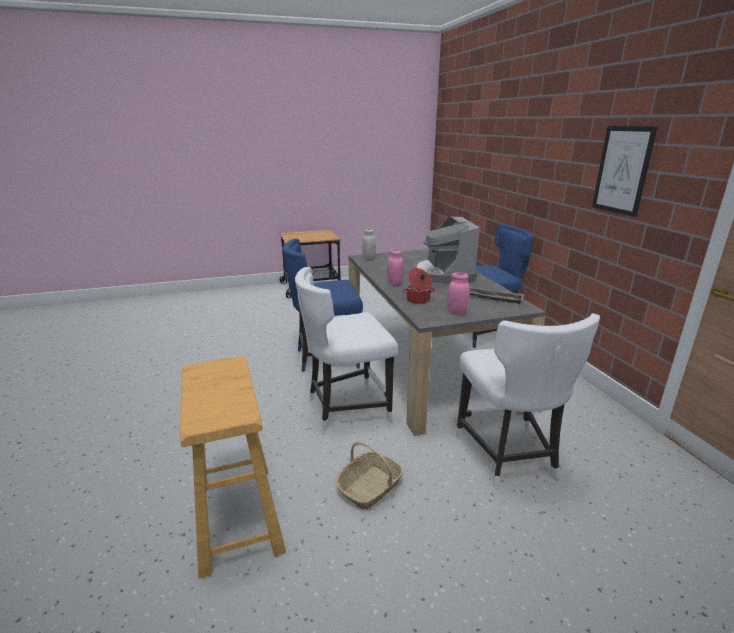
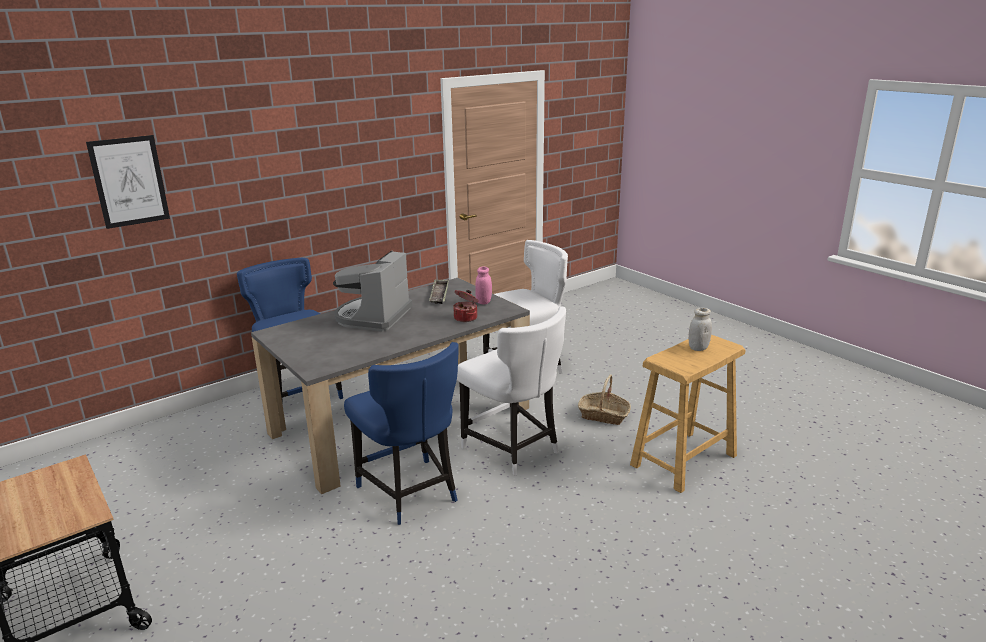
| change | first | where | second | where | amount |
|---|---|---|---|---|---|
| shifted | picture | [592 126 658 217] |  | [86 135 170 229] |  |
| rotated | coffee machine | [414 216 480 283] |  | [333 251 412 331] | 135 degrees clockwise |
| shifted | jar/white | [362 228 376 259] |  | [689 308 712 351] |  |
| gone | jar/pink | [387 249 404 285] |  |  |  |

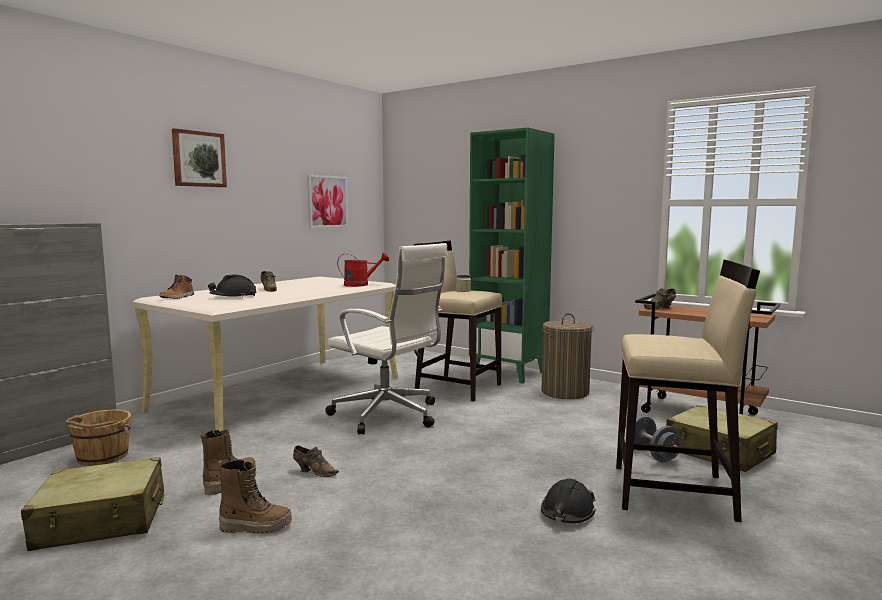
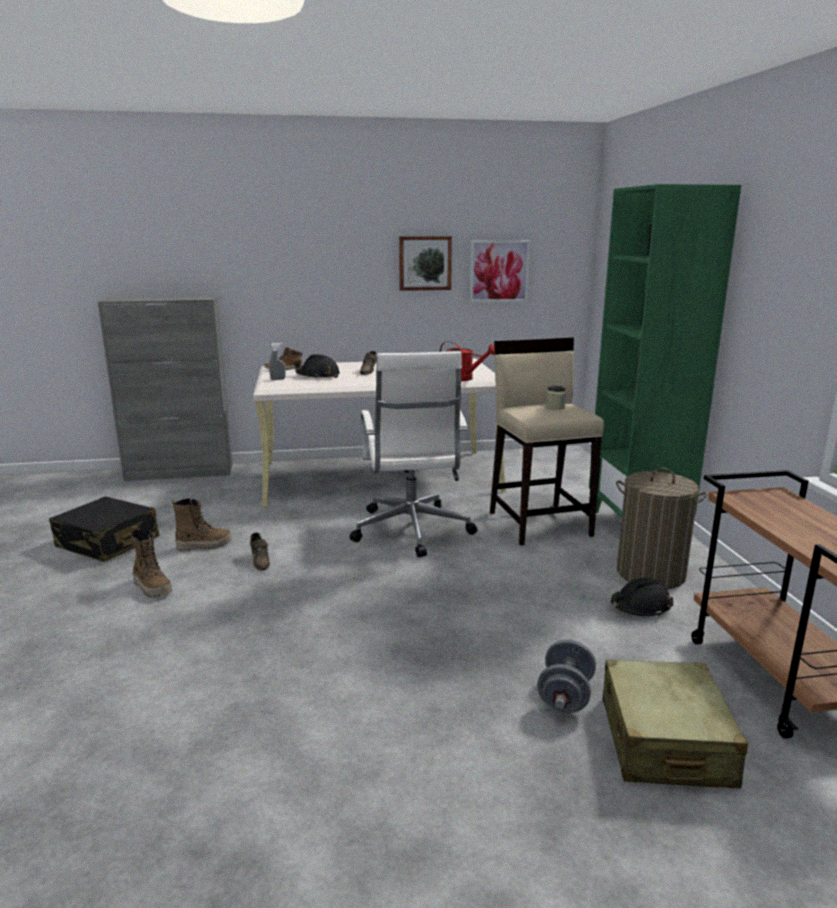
| change | first | where | second | where | amount |
|---|---|---|---|---|---|
| repainted | suitcase/beige | [21 457 164 551] | suitcase/black | [49 496 160 562] |  |
| new |  |  | spray bottle/grey | [269 343 286 380] |  |
| shifted | picture | [172 128 227 187] |  | [399 236 452 291] |  |
| shifted | hard hat/black | [541 479 596 523] |  | [611 578 673 617] |  |
| gone | bucket/brown | [65 410 131 466] |  |  |  |
| gone | stool/beige | [616 260 760 522] |  |  |  |
| gone | shoe/brown | [644 288 676 309] |  |  |  |

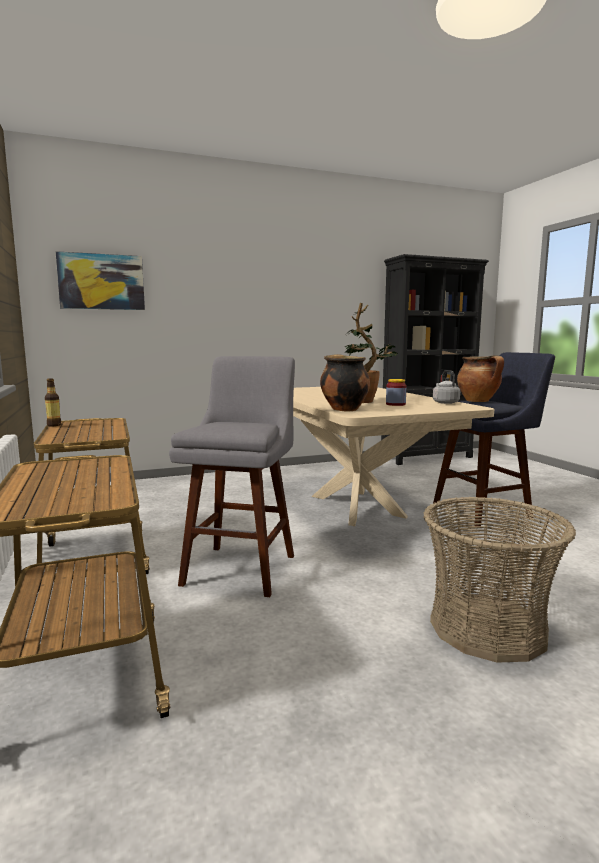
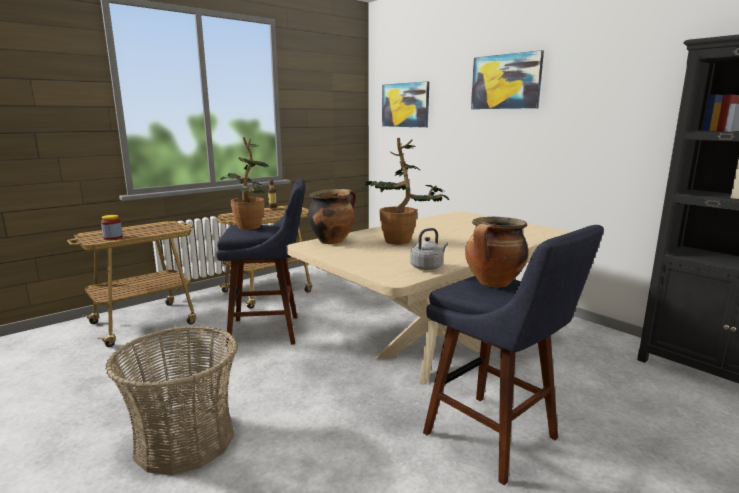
| change | first | where | second | where | amount |
|---|---|---|---|---|---|
| shifted | jar | [386 379 407 406] |  | [101 215 123 240] |  |
| repainted | stool/grey | [169 356 295 597] | stool/blue | [216 179 305 346] |  |
| new |  |  | potted plant | [220 137 269 230] |  |
| new |  |  | picture | [471 50 544 109] |  |

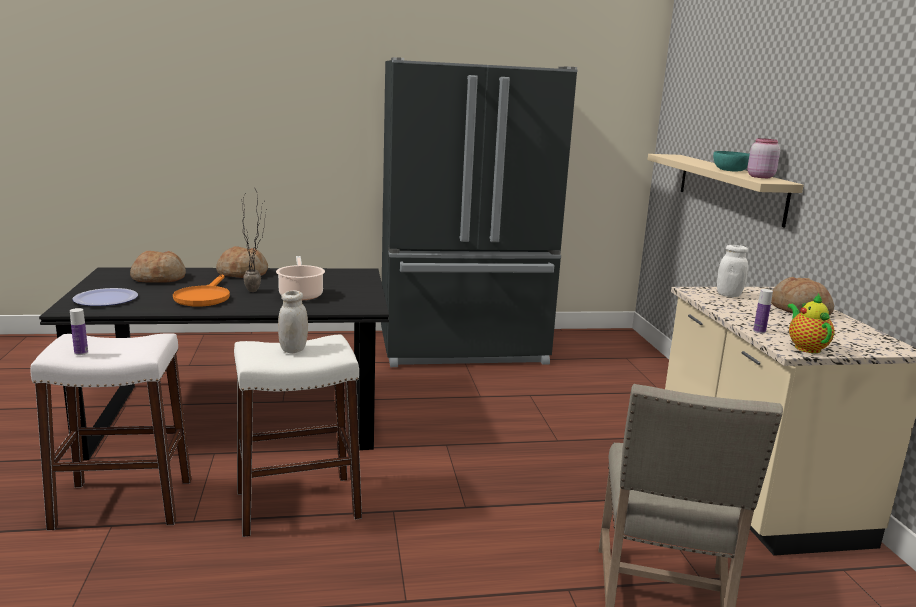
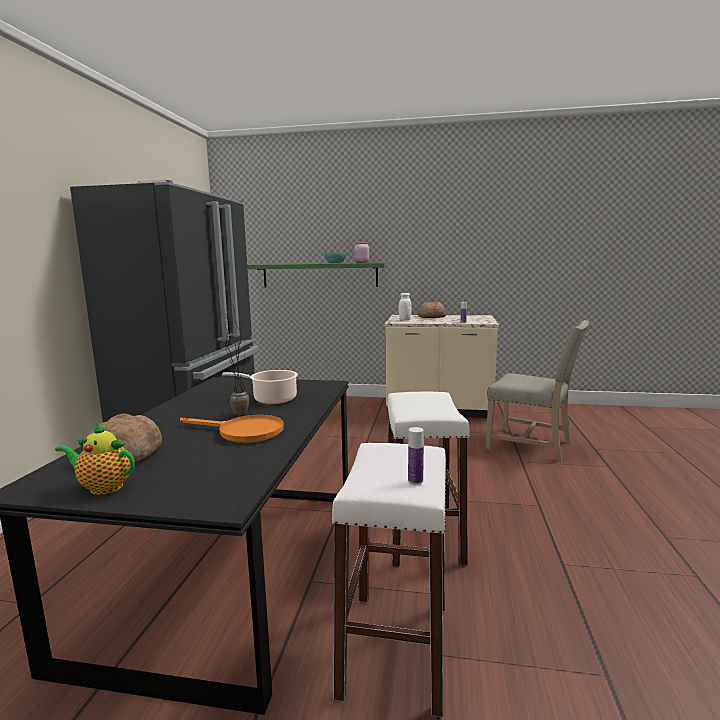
| change | first | where | second | where | amount |
|---|---|---|---|---|---|
| shifted | teapot | [787 293 835 353] |  | [55 422 135 495] |  |
| repainted | shelf/beige | [647 154 803 227] | shelf/green | [247 263 387 287] |  |
| gone | plate | [72 288 138 306] |  |  |  |
| gone | bread | [216 246 268 278] |  |  |  |
| gone | jar/white | [278 291 308 354] |  |  |  |

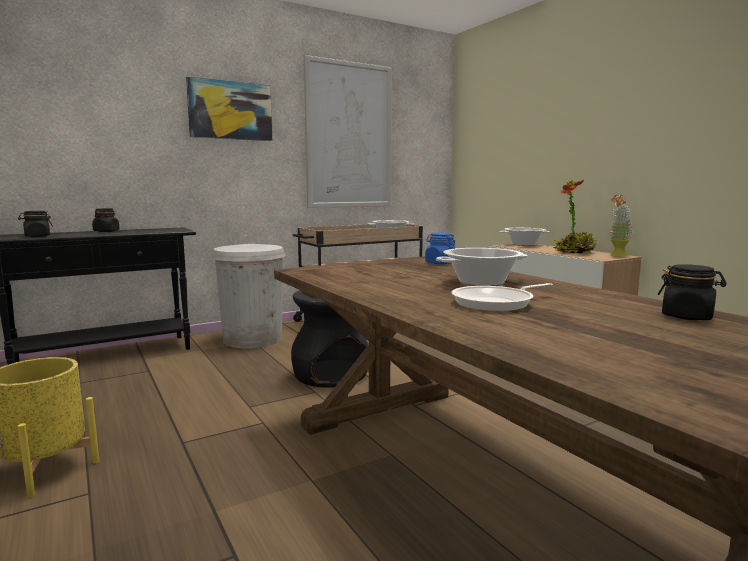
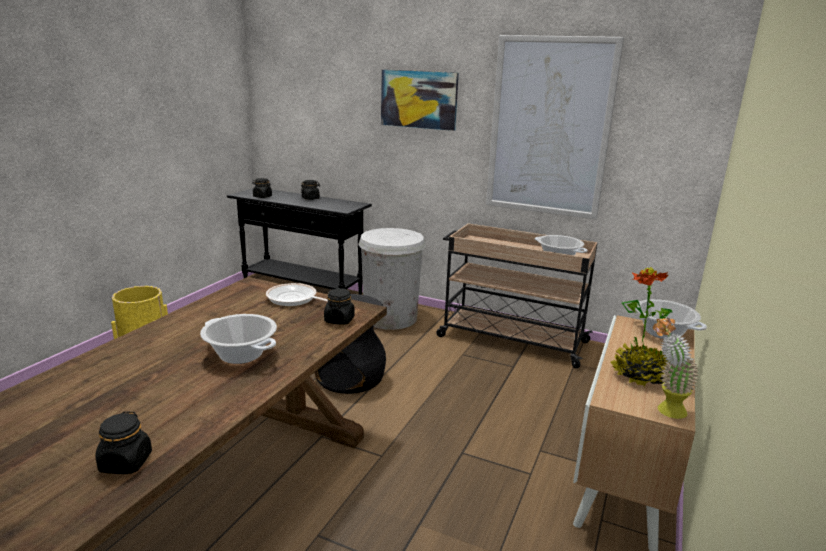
| change | first | where | second | where | amount |
|---|---|---|---|---|---|
| shifted | frying pan | [451 283 553 311] |  | [266 283 328 306] |  |
| repainted | jar/blue | [425 233 455 264] | jar/black | [324 288 355 325] |  |

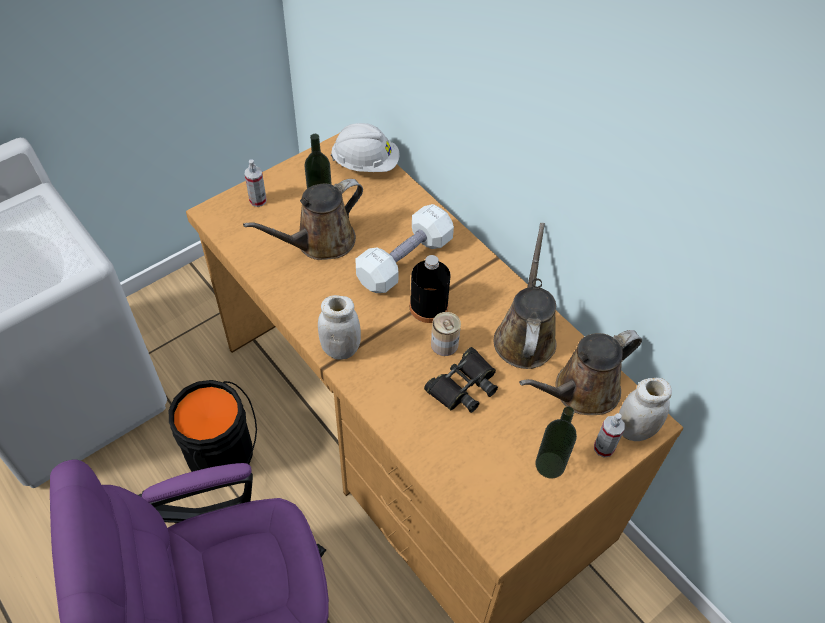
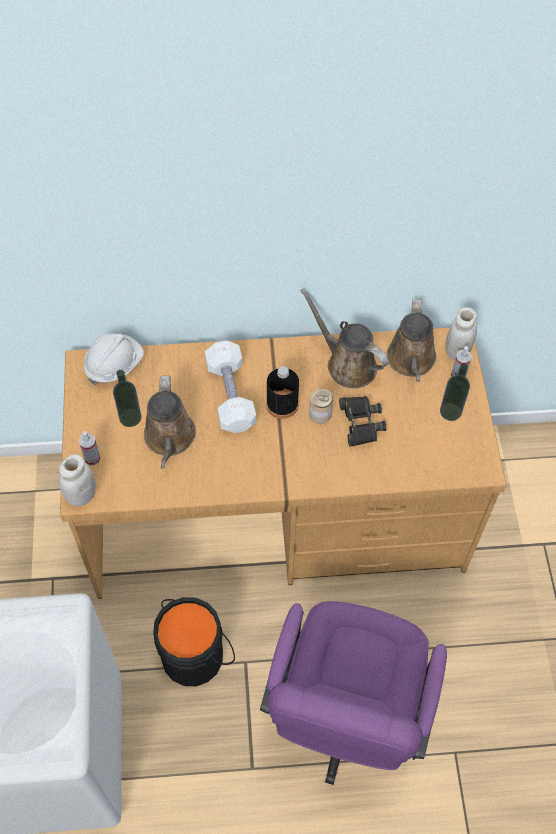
| change | first | where | second | where | amount |
|---|---|---|---|---|---|
| shifted | jar/white | [318 295 361 360] |  | [59 454 96 506] |  |

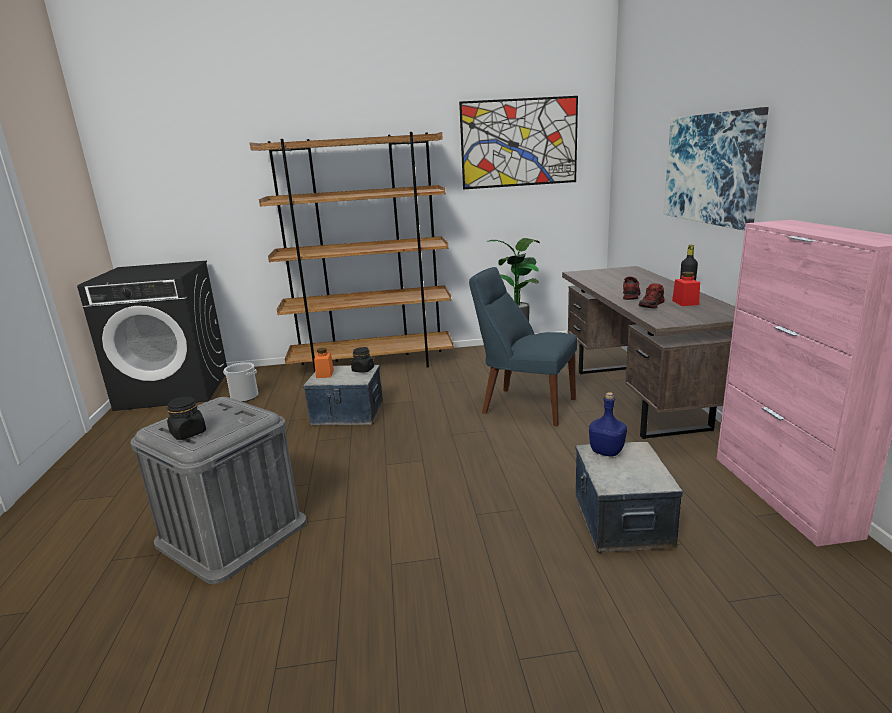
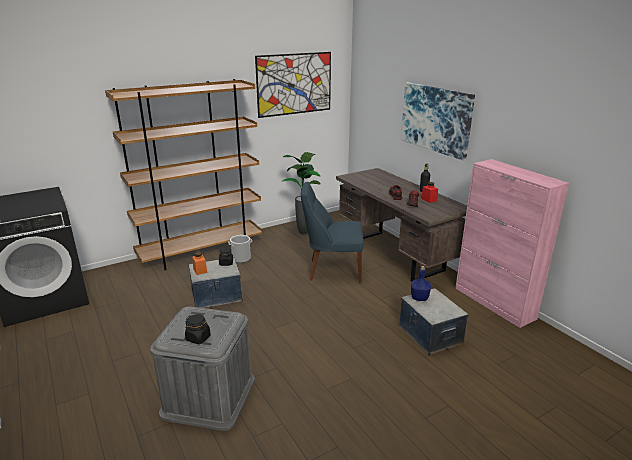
| change | first | where | second | where | amount |
|---|---|---|---|---|---|
| shifted | bucket | [223 362 258 402] |  | [228 235 252 263] |  |

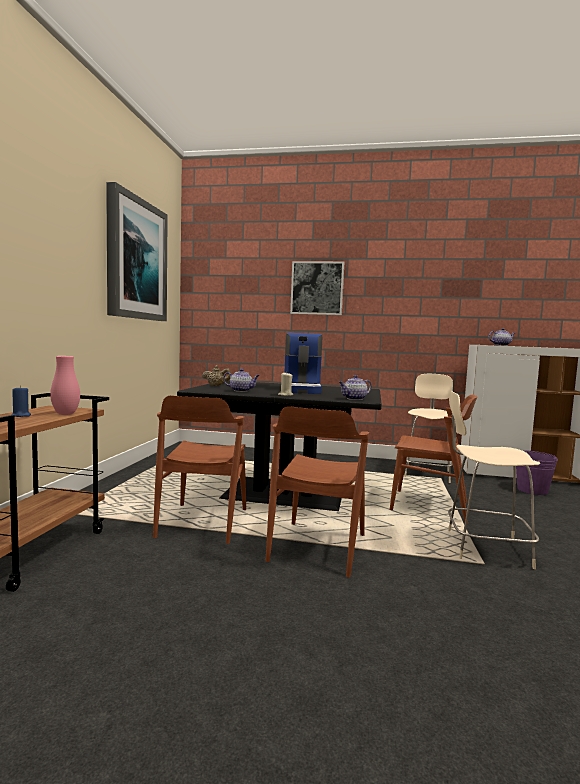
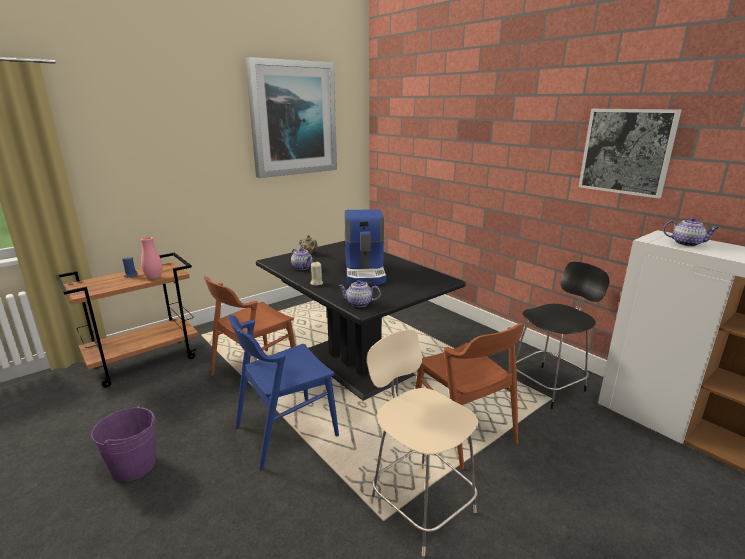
| change | first | where | second | where | amount |
|---|---|---|---|---|---|
| shifted | bucket/purple | [516 450 558 495] |  | [91 405 156 482] |  |
| repainted | chair/brown | [266 406 369 577] | chair/blue | [228 315 339 470] |  |
| rotated | coffee machine | [284 333 322 394] |  | [345 209 386 285] | 45 degrees counterclockwise |
| repainted | stool/beige | [404 374 453 483] | stool/black | [516 261 610 409] |  |
| shifted | picture | [290 261 345 315] |  | [579 109 682 199] |  |

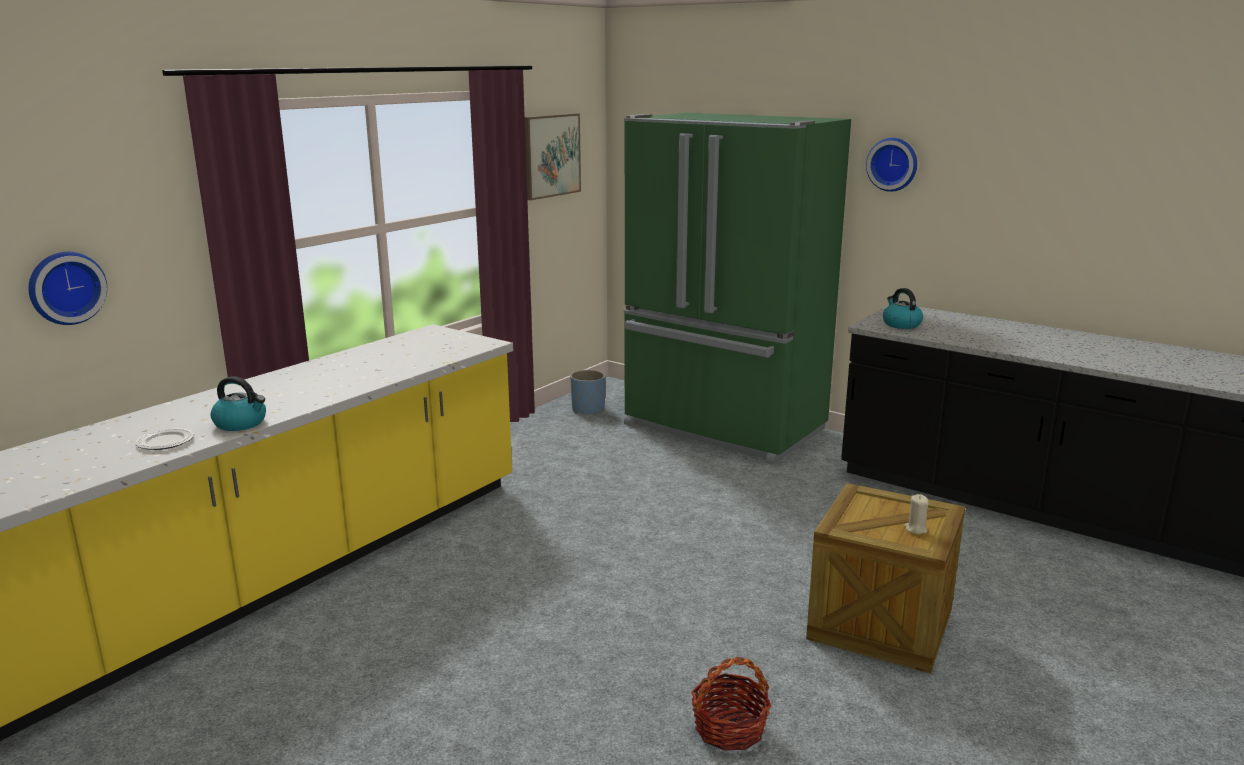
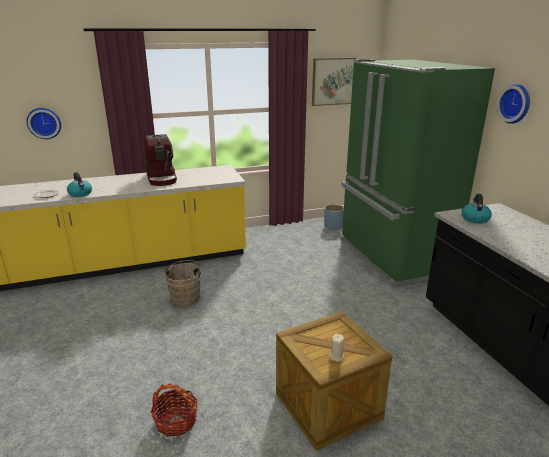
| change | first | where | second | where | amount |
|---|---|---|---|---|---|
| new |  |  | coffee machine | [144 134 177 186] |  |
| new |  |  | bucket/brown | [165 260 203 306] |  |

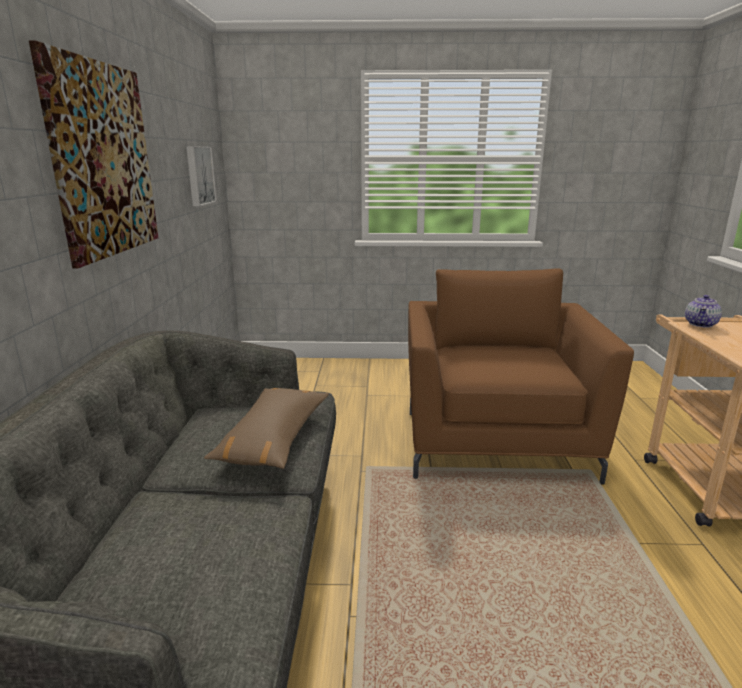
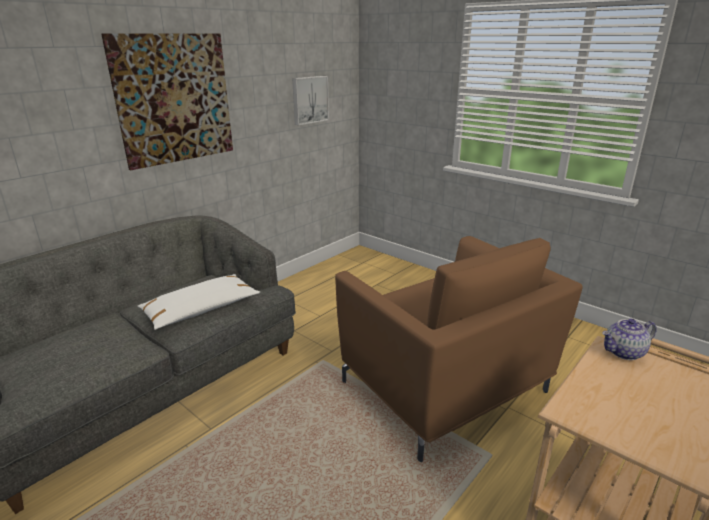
| change | first | where | second | where | amount |
|---|---|---|---|---|---|
| repainted | pillow/brown | [204 388 329 469] | pillow/white | [138 274 260 330] |  |
| rotated | armchair/brown | [408 268 634 485] |  | [335 236 583 462] | 105 degrees clockwise |

